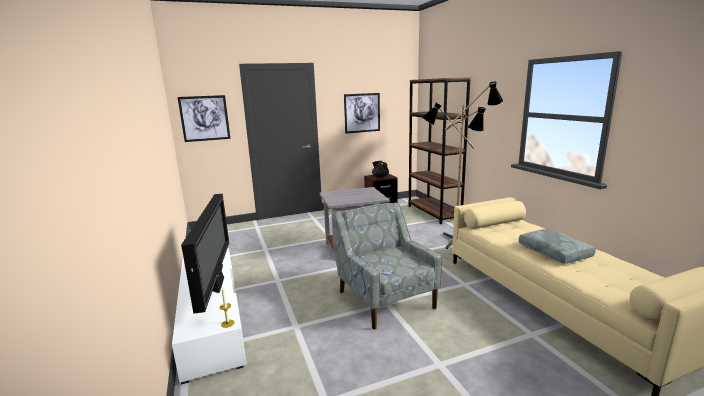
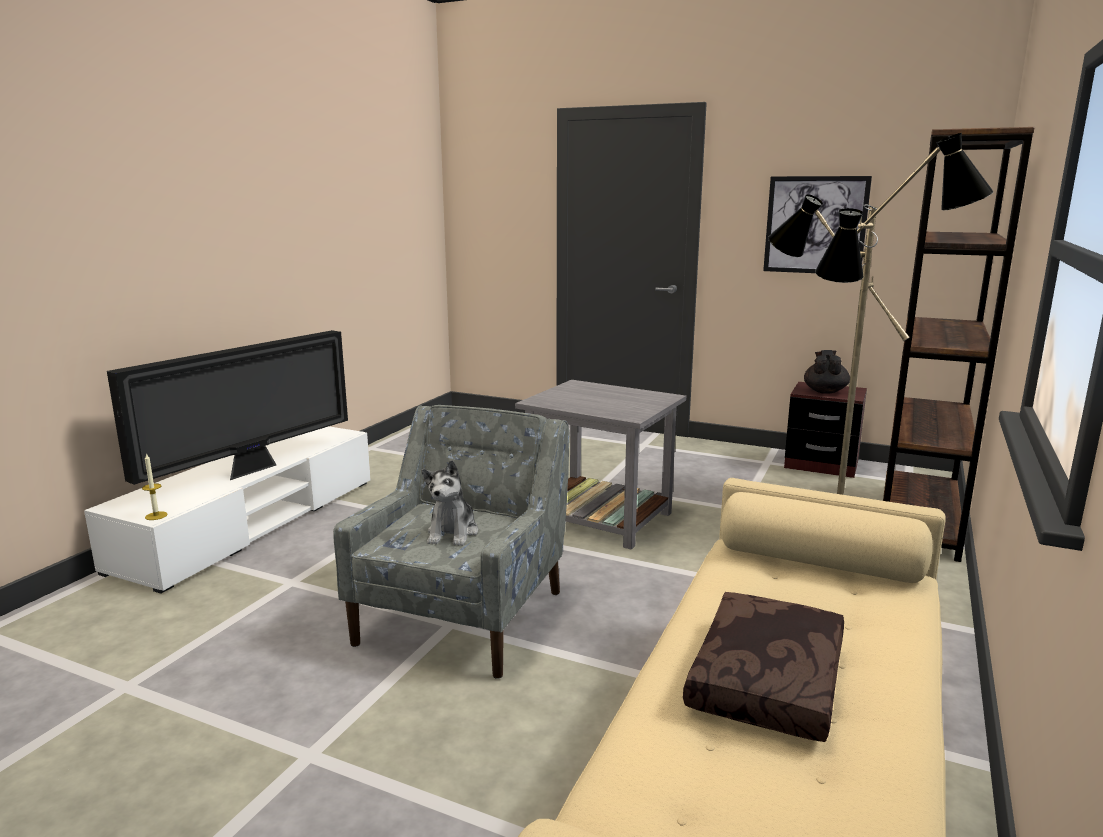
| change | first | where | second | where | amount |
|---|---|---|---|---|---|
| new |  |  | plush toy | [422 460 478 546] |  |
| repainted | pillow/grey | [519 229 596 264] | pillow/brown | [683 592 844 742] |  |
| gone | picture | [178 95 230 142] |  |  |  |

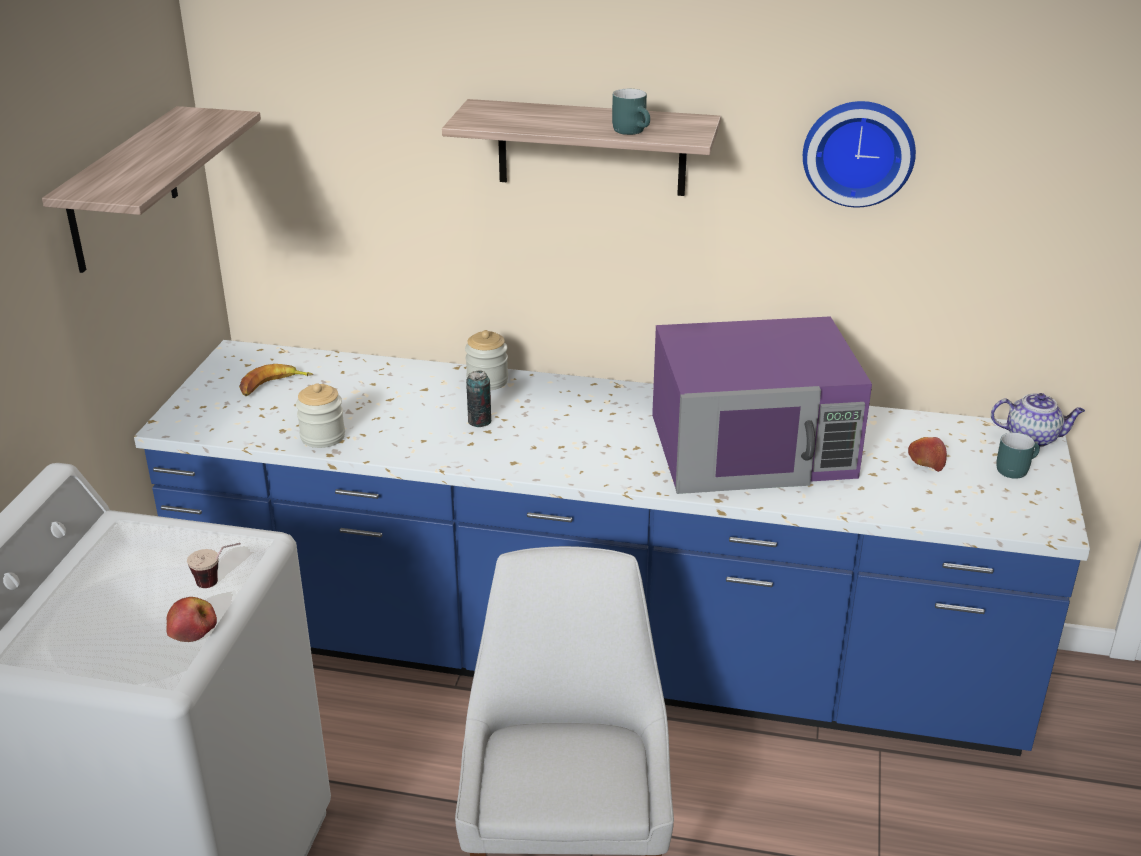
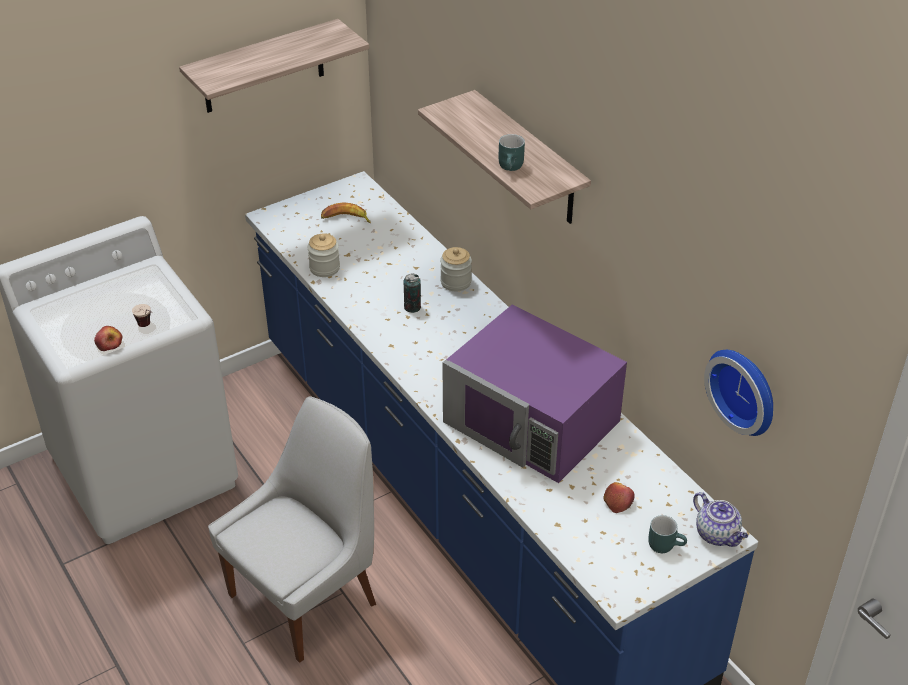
| change | first | where | second | where | amount |
|---|---|---|---|---|---|
| shifted | wall clock | [803 101 916 207] |  | [704 350 773 436] |  |

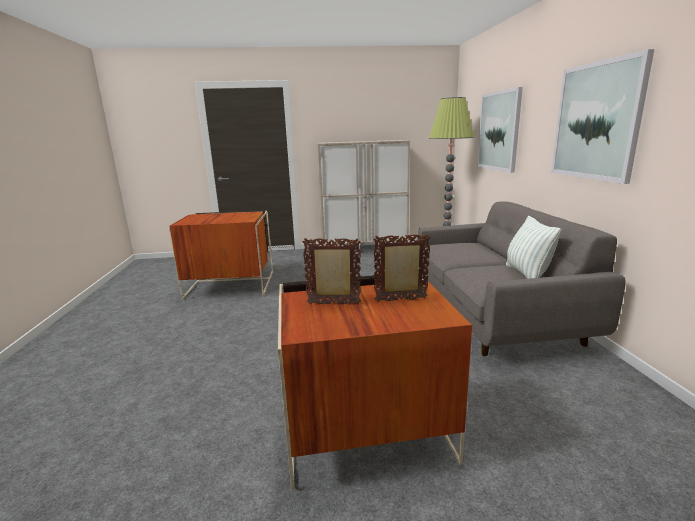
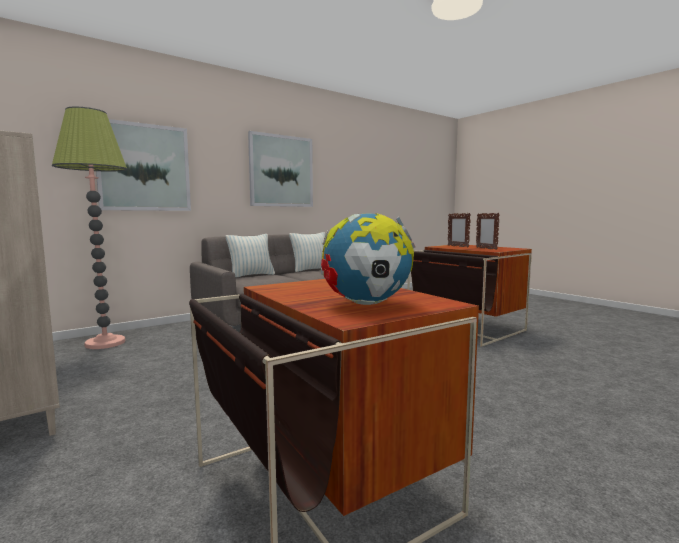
| change | first | where | second | where | amount |
|---|---|---|---|---|---|
| new |  |  | pillow | [226 234 275 278] |  |
| new |  |  | globe | [321 213 415 305] |  |

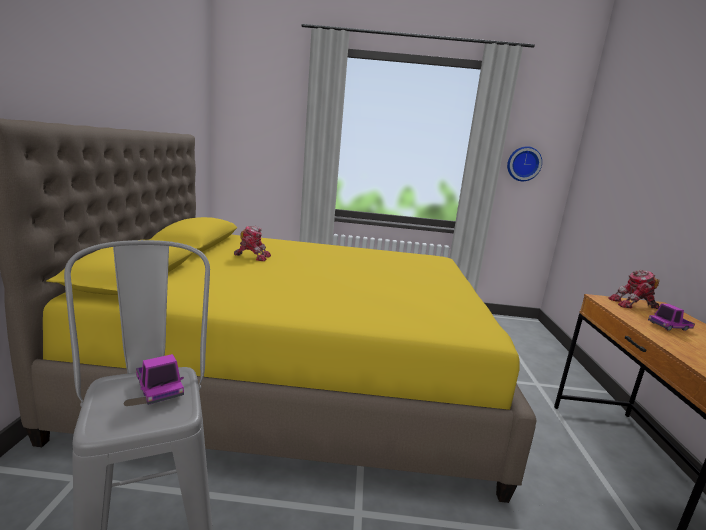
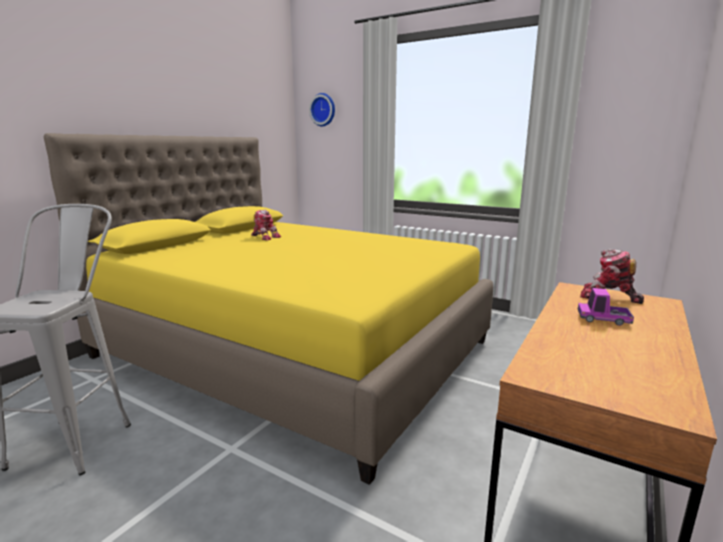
| change | first | where | second | where | amount |
|---|---|---|---|---|---|
| shifted | wall clock | [507 146 542 181] |  | [309 93 335 126] |  |
| gone | toy truck | [136 354 184 405] |  |  |  |

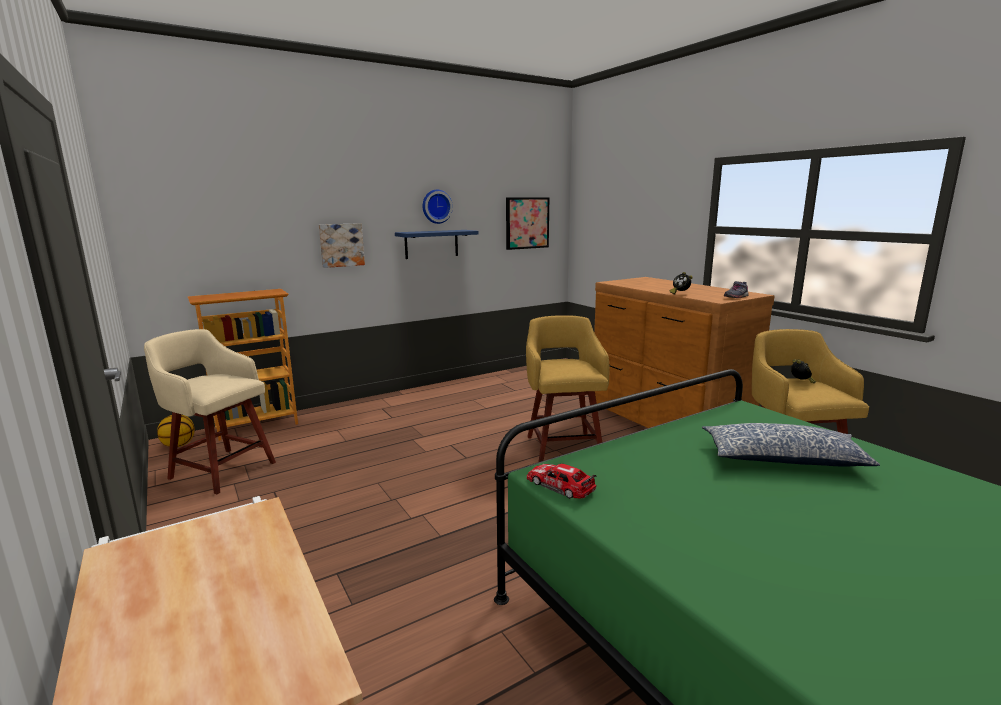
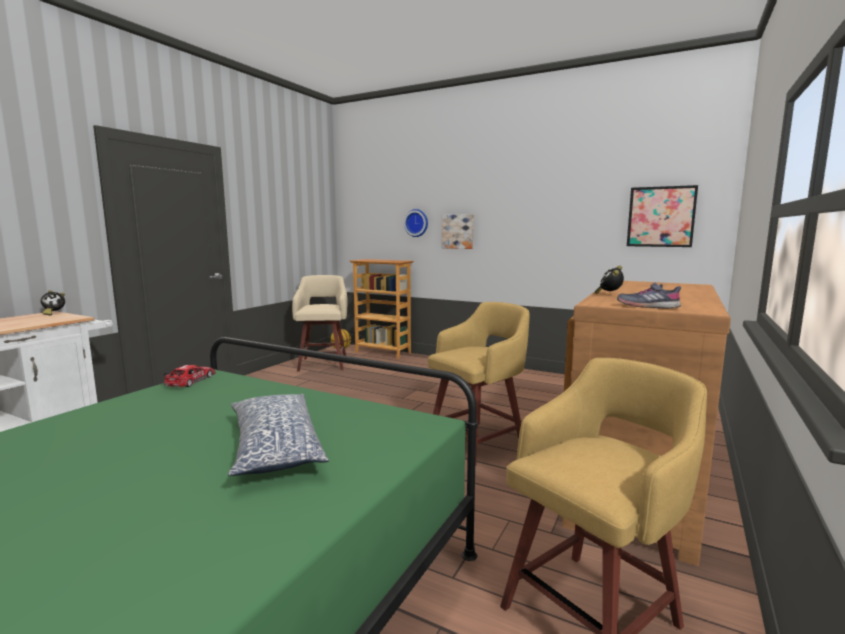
| change | first | where | second | where | amount |
|---|---|---|---|---|---|
| shifted | alarm clock | [791 359 816 383] |  | [41 290 65 315] |  |
| shifted | wall clock | [423 190 453 224] |  | [404 209 428 237] |  |
| gone | shelf/blue | [395 230 479 259] |  |  |  |

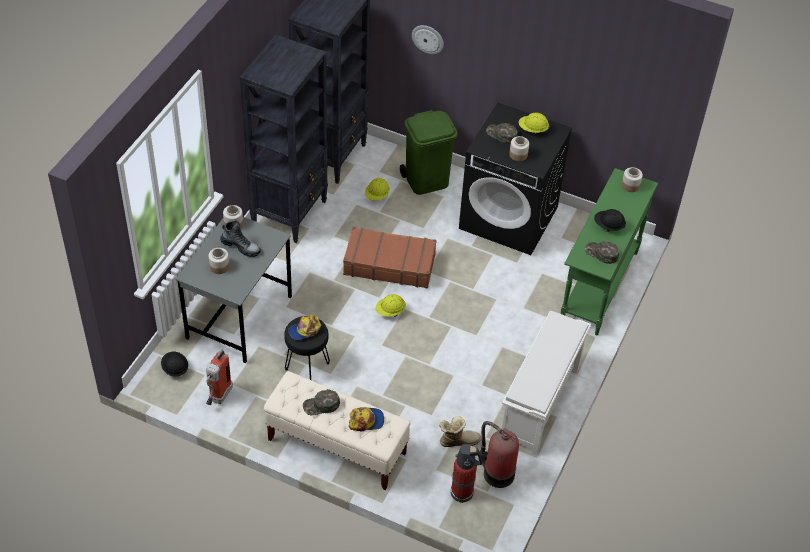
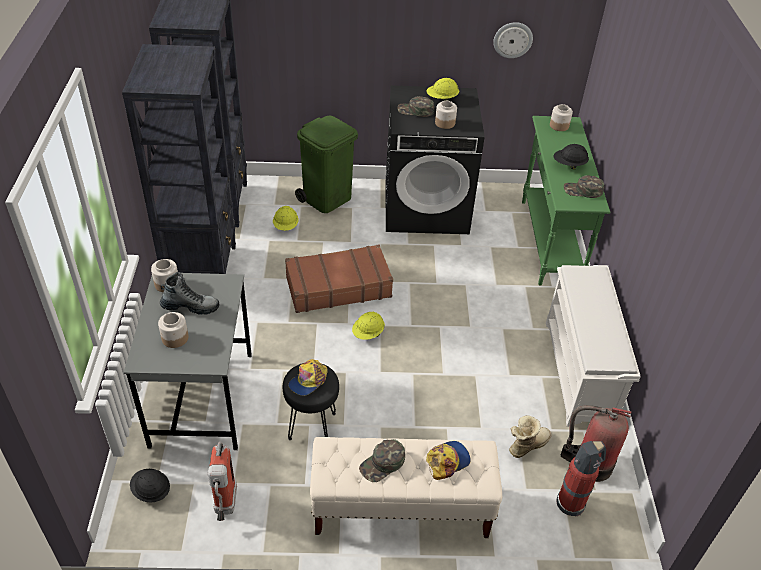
| change | first | where | second | where | amount |
|---|---|---|---|---|---|
| shifted | wall clock | [412 25 444 54] |  | [493 22 533 58] |  |

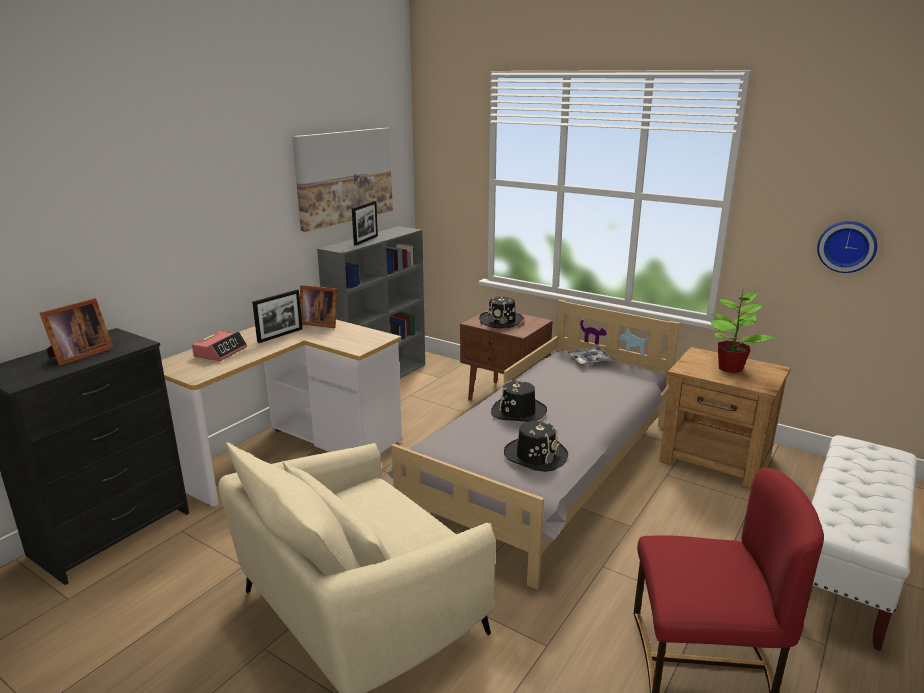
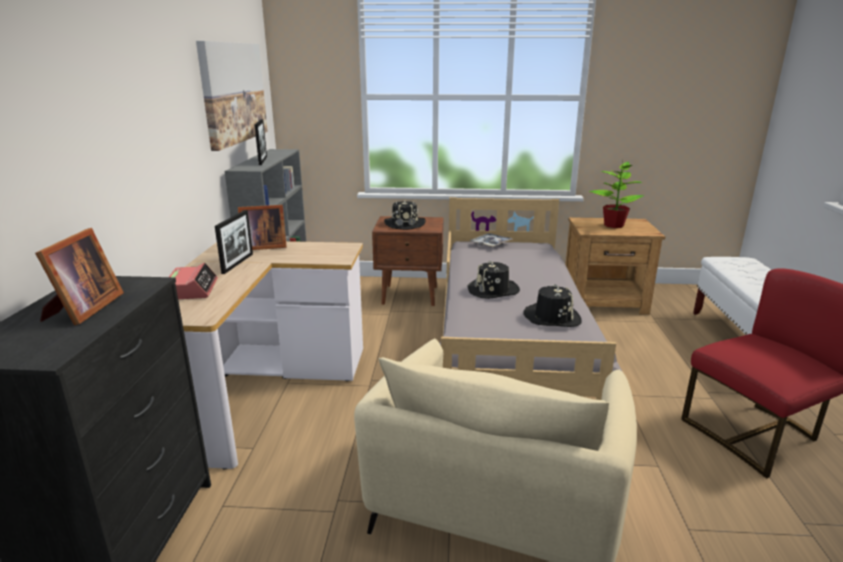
| change | first | where | second | where | amount |
|---|---|---|---|---|---|
| gone | wall clock | [817 221 877 273] |  |  |  |

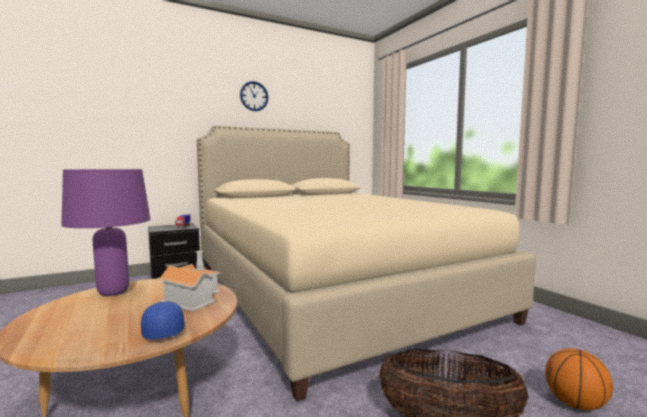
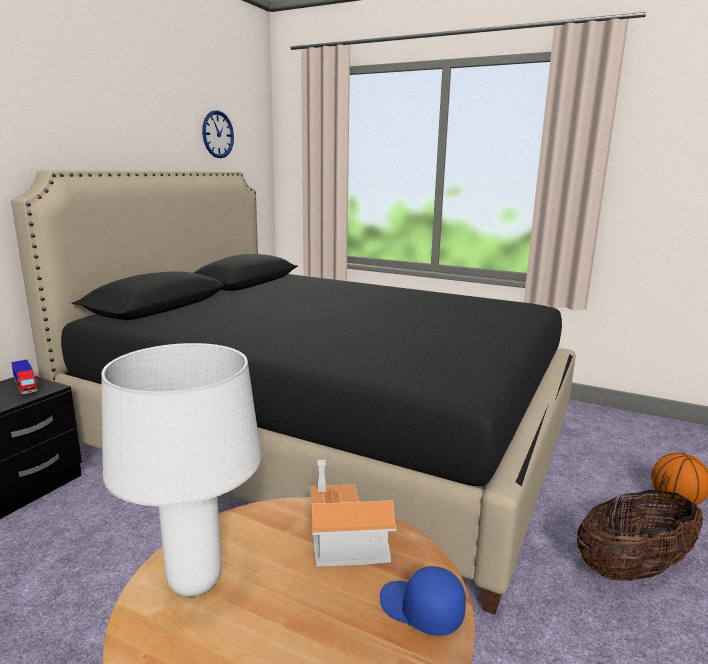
| change | first | where | second | where | amount |
|---|---|---|---|---|---|
| repainted | bed/beige | [197 125 536 402] | bed/black | [11 170 576 615] |  |
| repainted | table lamp/purple | [61 169 150 296] | table lamp/white | [101 343 261 597] |  |
| shifted | wall clock | [240 81 269 111] |  | [202 110 234 158] |  |

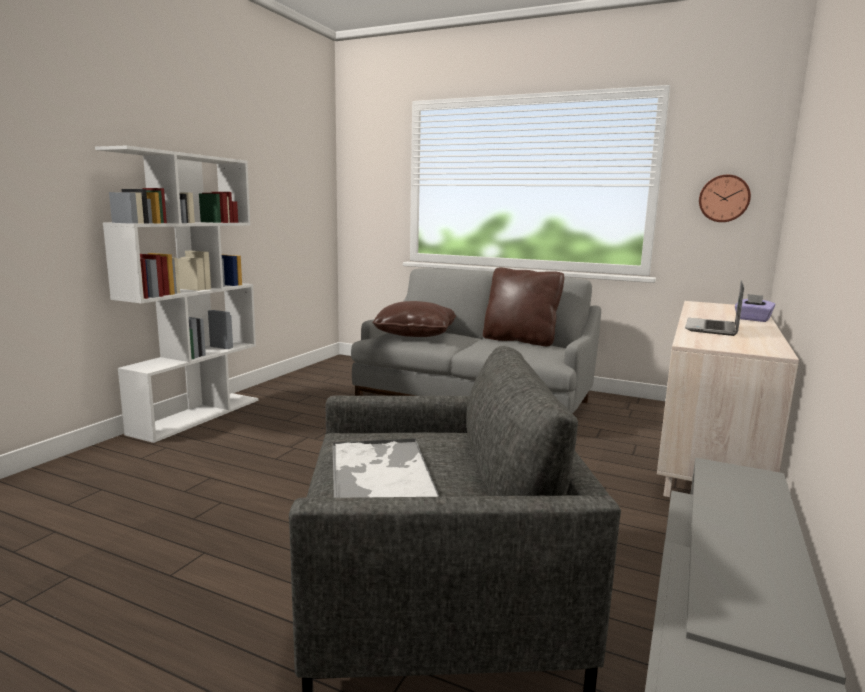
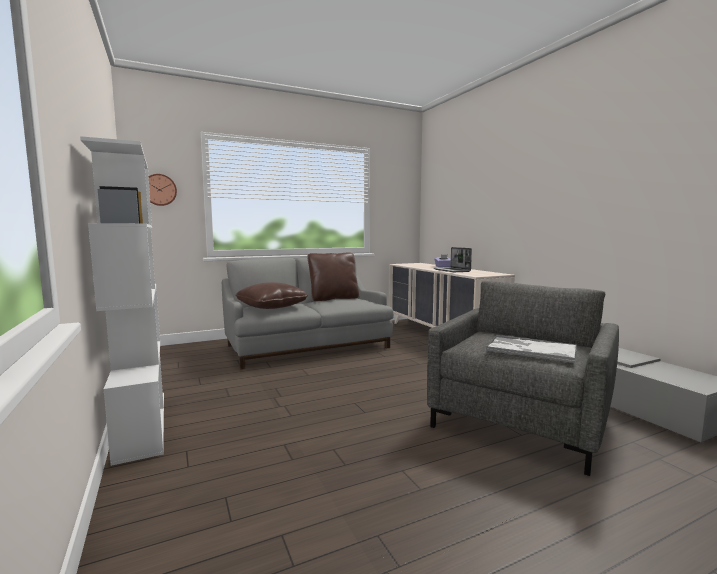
| change | first | where | second | where | amount |
|---|---|---|---|---|---|
| shifted | wall clock | [699 175 751 222] |  | [149 174 177 206] |  |

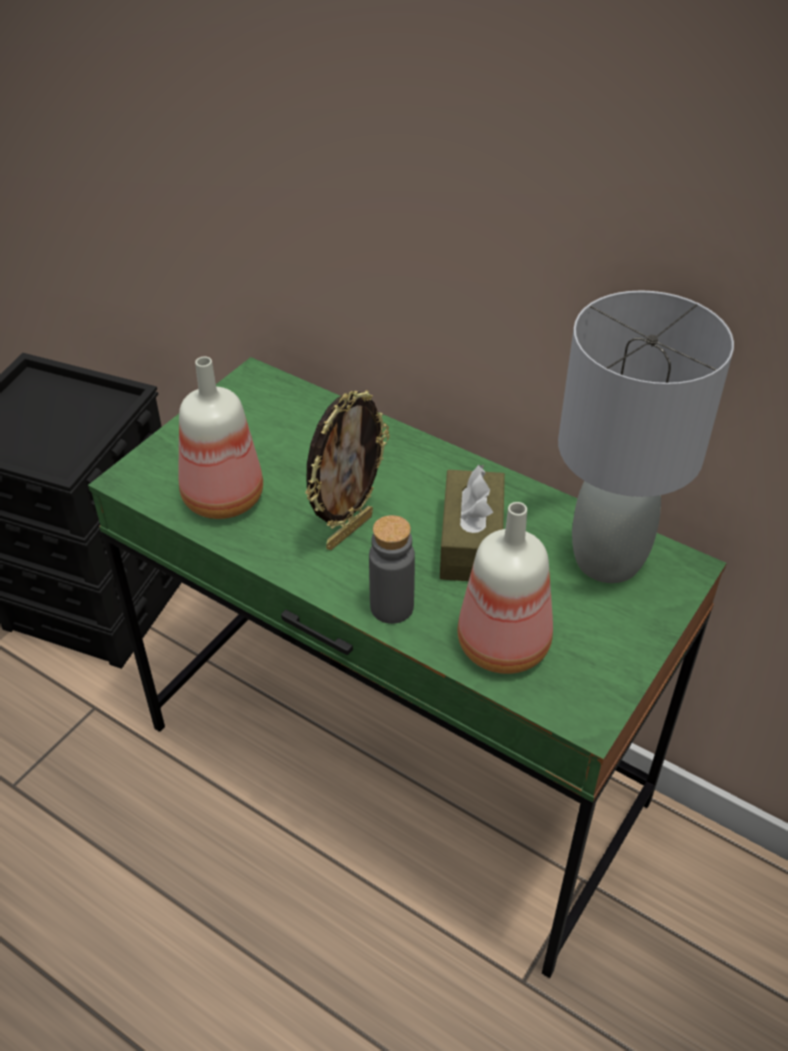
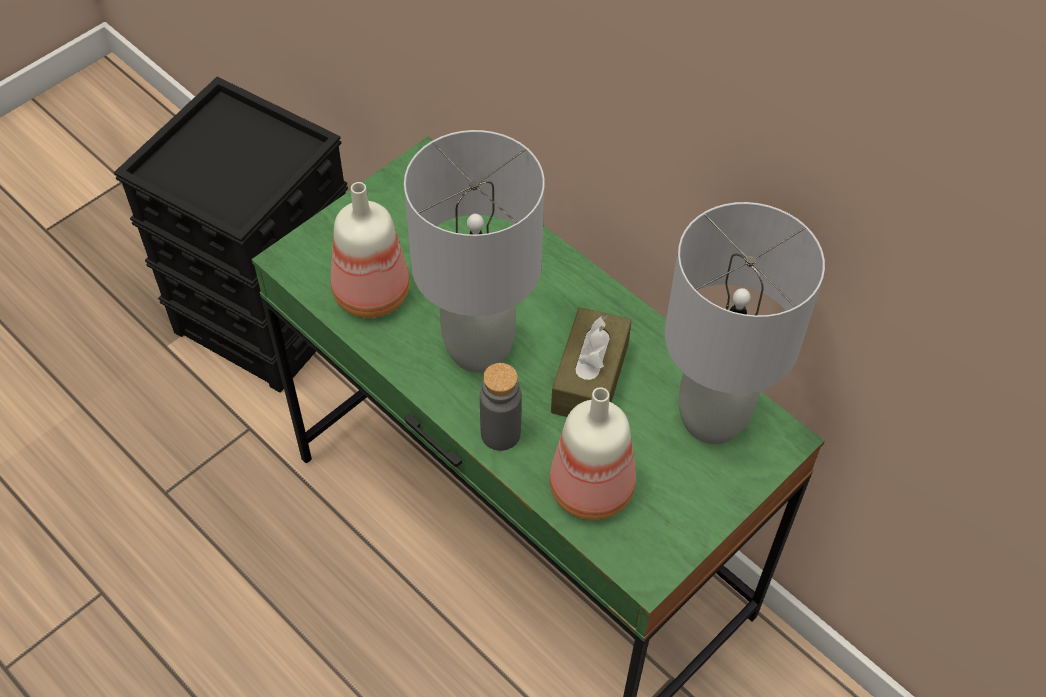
| change | first | where | second | where | amount |
|---|---|---|---|---|---|
| swapped | picture frame | [305 390 390 550] | table lamp/grey | [404 130 545 373] |  |

